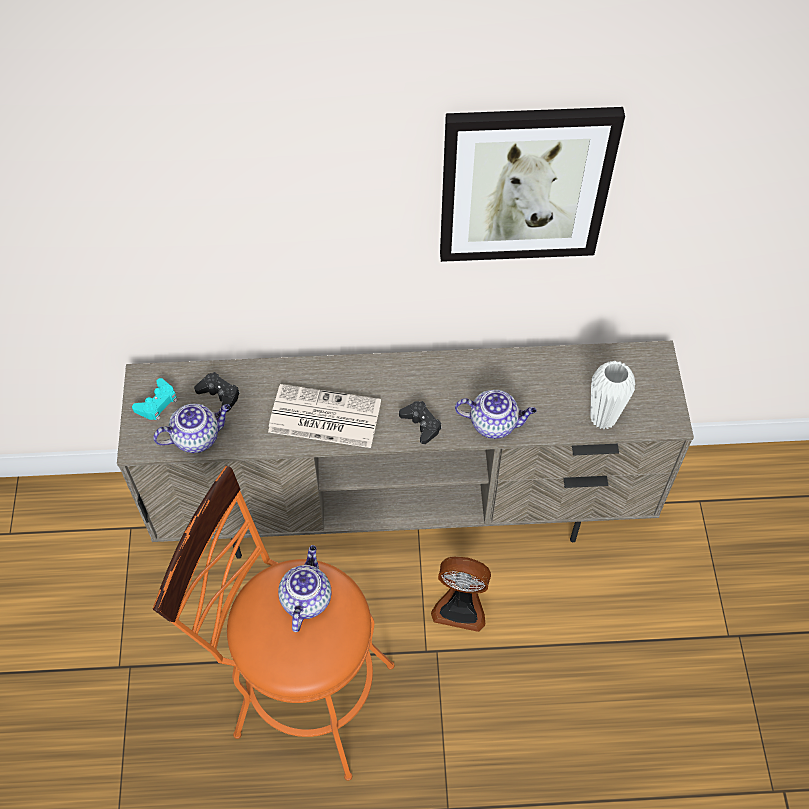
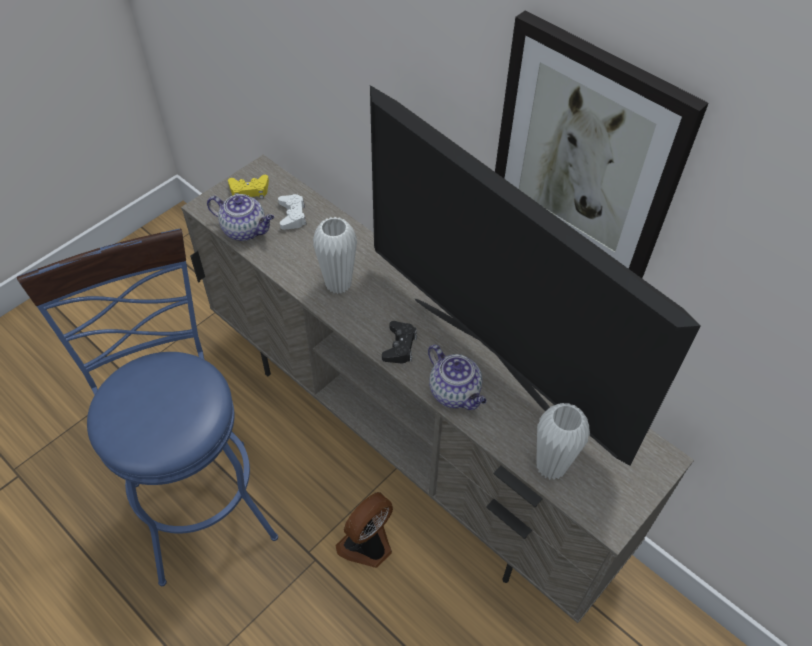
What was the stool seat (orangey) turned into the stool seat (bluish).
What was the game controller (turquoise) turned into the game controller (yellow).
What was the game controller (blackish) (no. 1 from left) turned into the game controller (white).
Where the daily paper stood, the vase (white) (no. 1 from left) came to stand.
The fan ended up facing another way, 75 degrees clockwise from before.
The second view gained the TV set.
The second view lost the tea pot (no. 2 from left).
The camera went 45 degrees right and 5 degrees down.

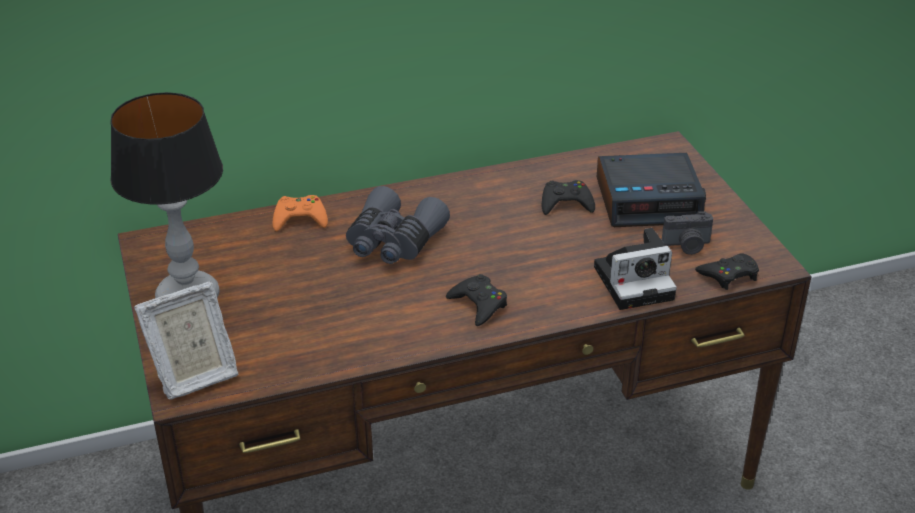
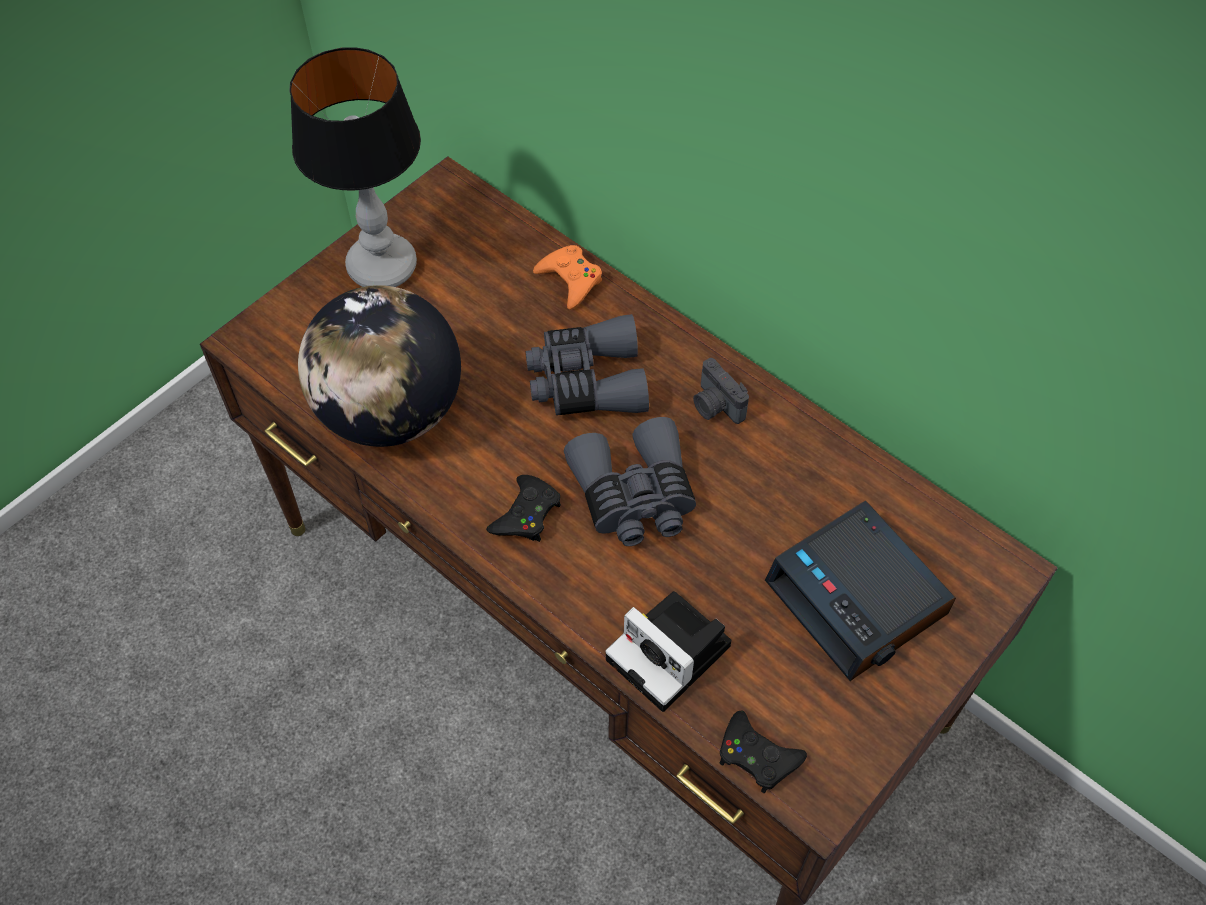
The second view gained the world globe.
The second view gained the pair of binoculars (gray) (no. 2 from left).
The photo camera (no. 2 from left) ended up elsewhere.
The second view lost the standing frame.
The second view lost the game controller (blackish) (no. 2 from left).
The camera went 60 degrees right and 20 degrees up.

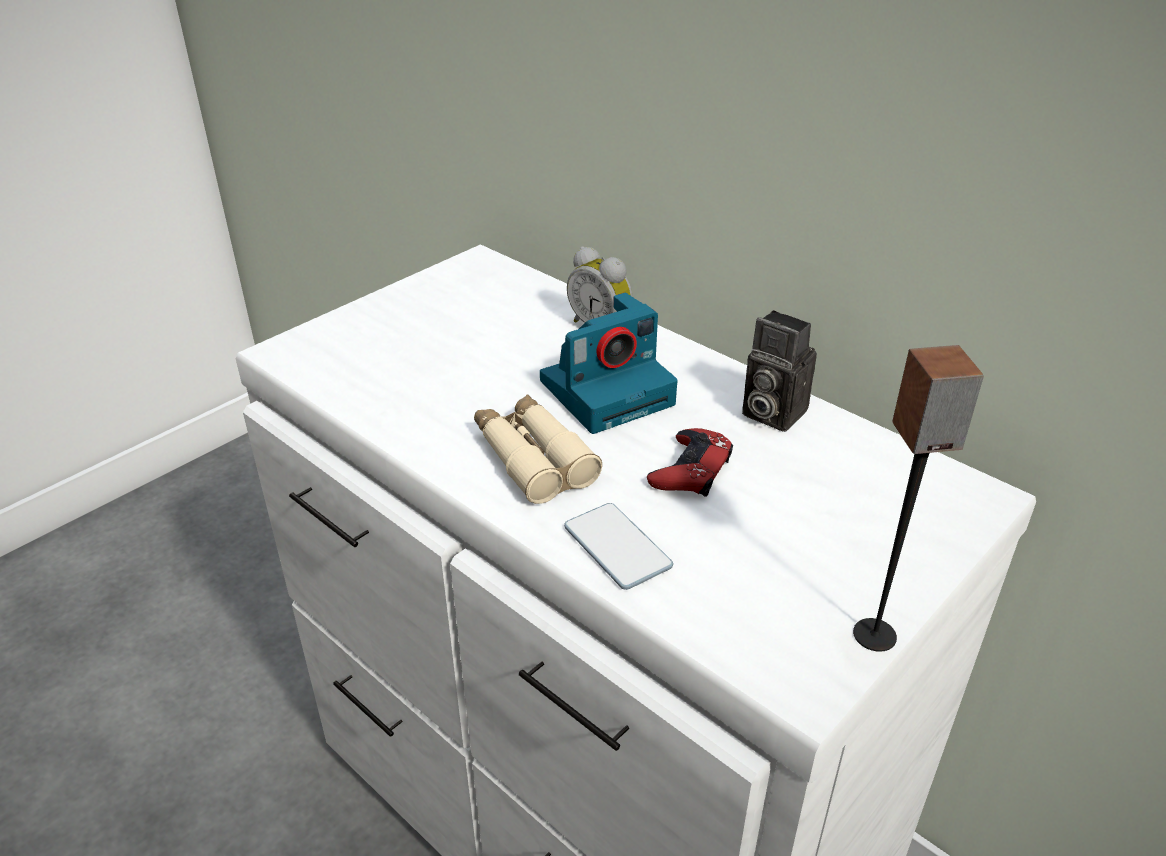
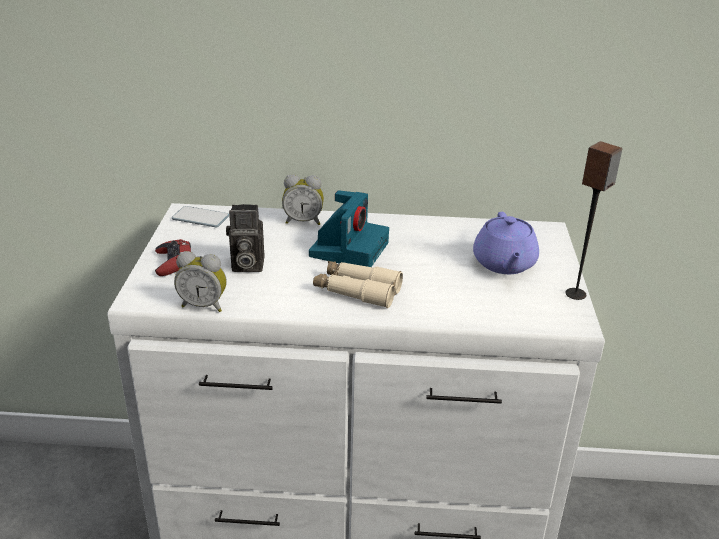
The game controller (red) ended up elsewhere.
The telephone ended up elsewhere.
The second view gained the bedside clock (no. 1 from left).
The photo camera (no. 2 from left in the first image) ended up elsewhere.
The second view gained the tea pot (purplish).
The camera went 40 degrees left and 5 degrees down.

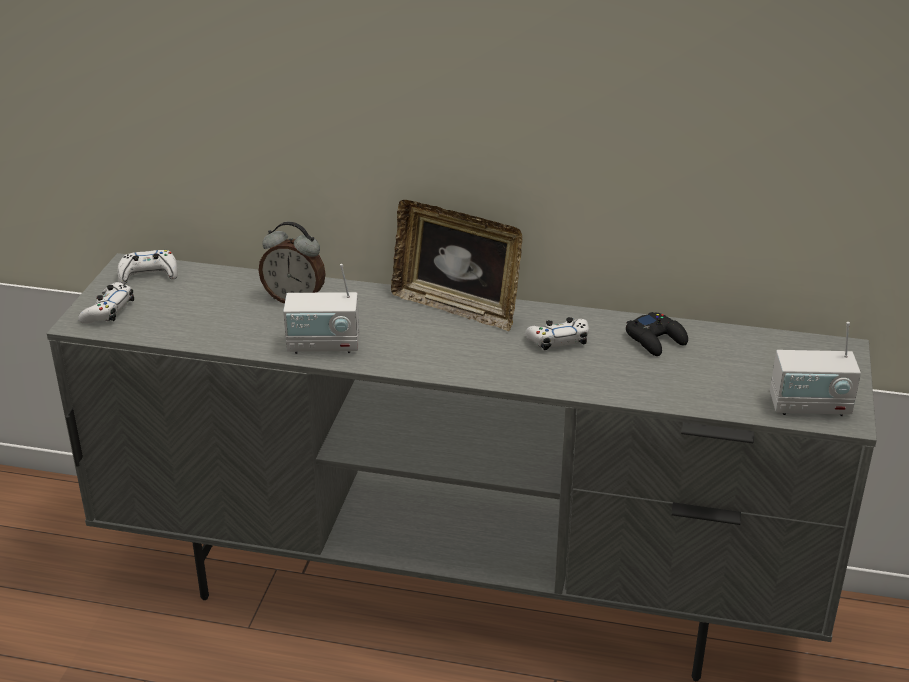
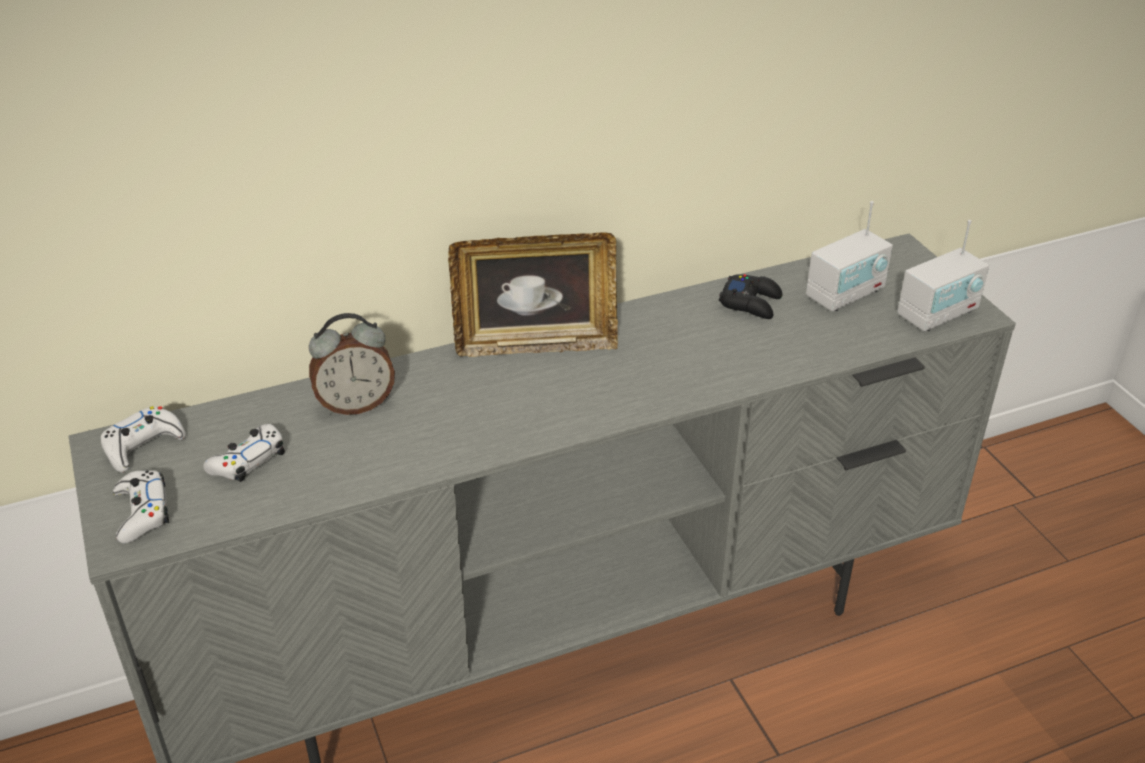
The game controller (white) (no. 3 from left) ended up elsewhere.
The radio set (no. 1 from left) ended up elsewhere.
The camera went 35 degrees left and 5 degrees up.

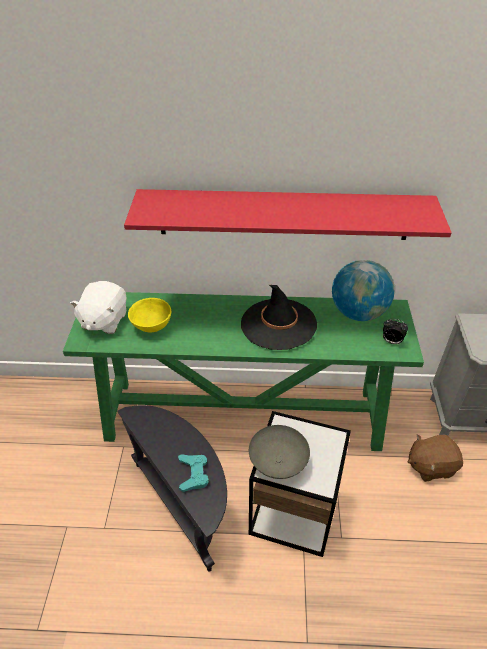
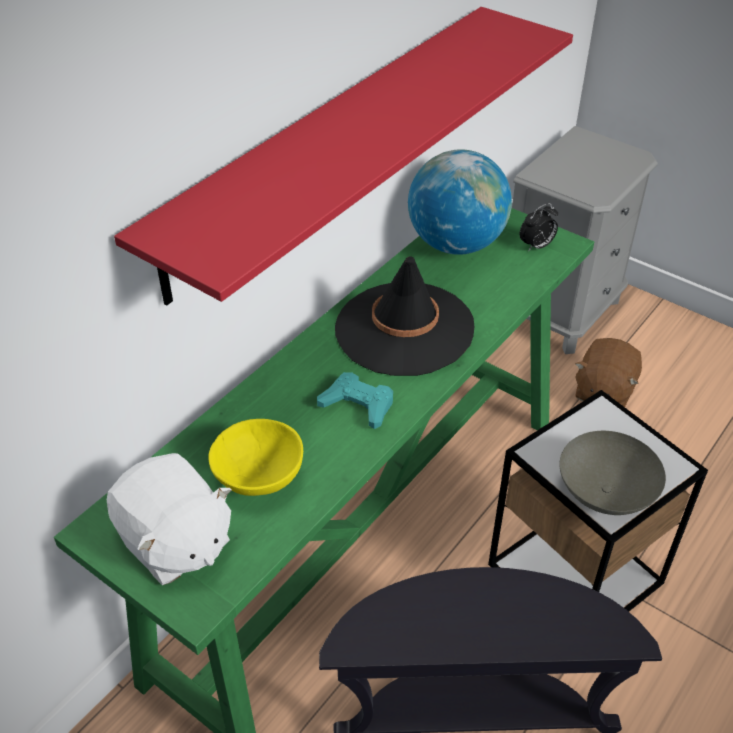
The game controller (turquoise) ended up elsewhere.
The camera went 55 degrees left and 0 degrees up.

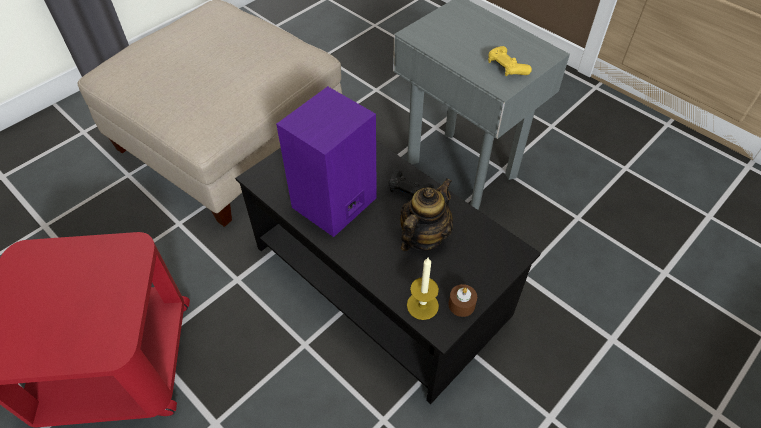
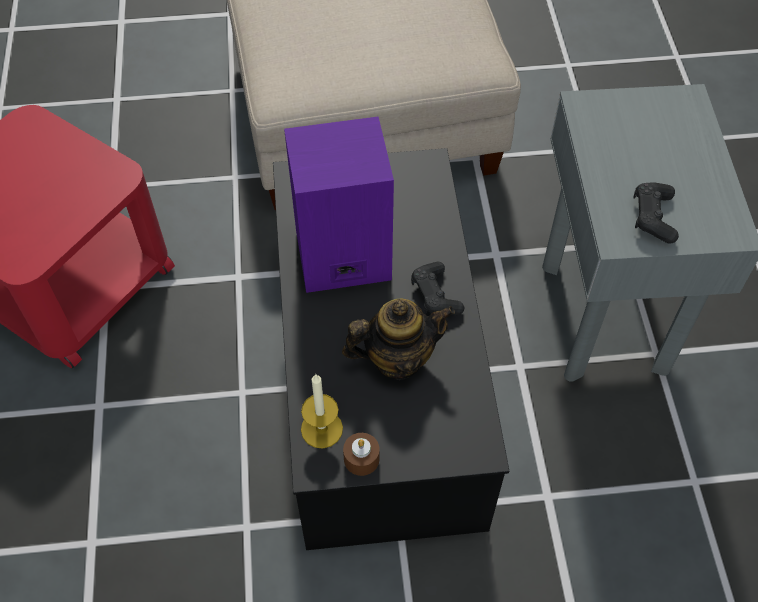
What was the game controller (yellow) turned into the game controller (blackish) (no. 2 from left).
The camera went 40 degrees right and 5 degrees up.

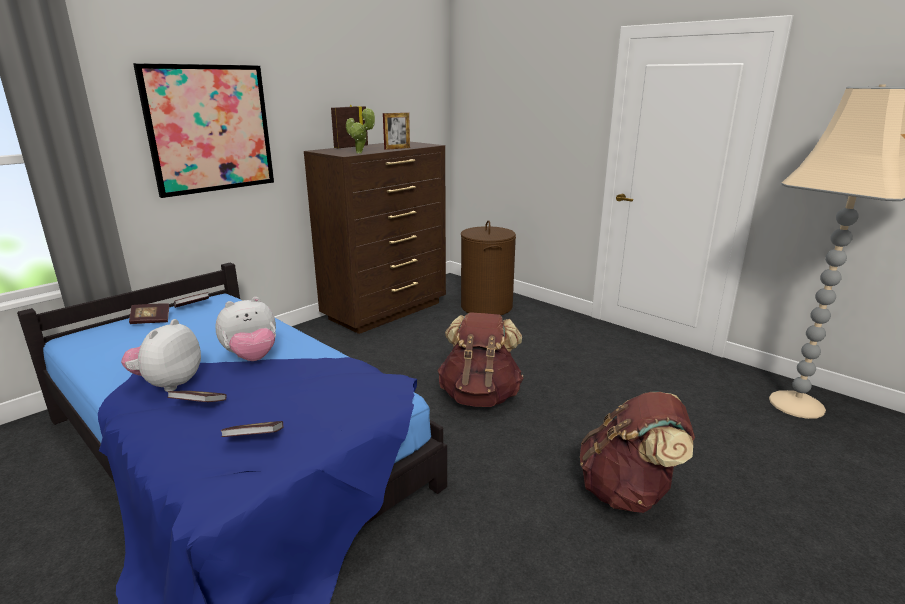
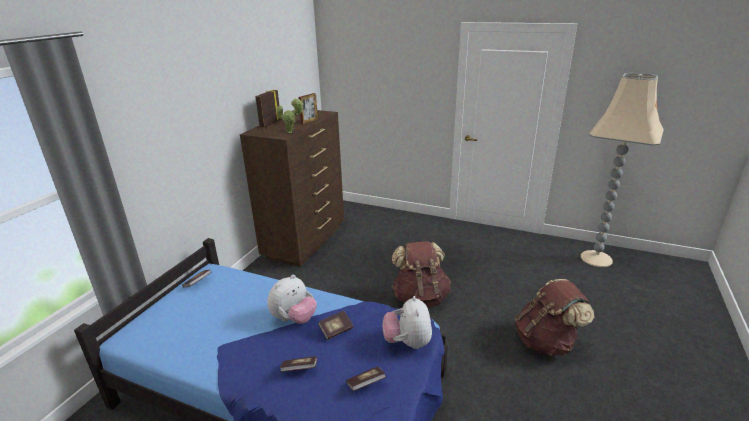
The bound book (no. 1 from left in the first image) ended up elsewhere.
The plush toy (no. 1 from left in the first image) ended up elsewhere.
The second view lost the wall picture.
The second view lost the washing basket (brownish).
The camera went 20 degrees left and 5 degrees up.

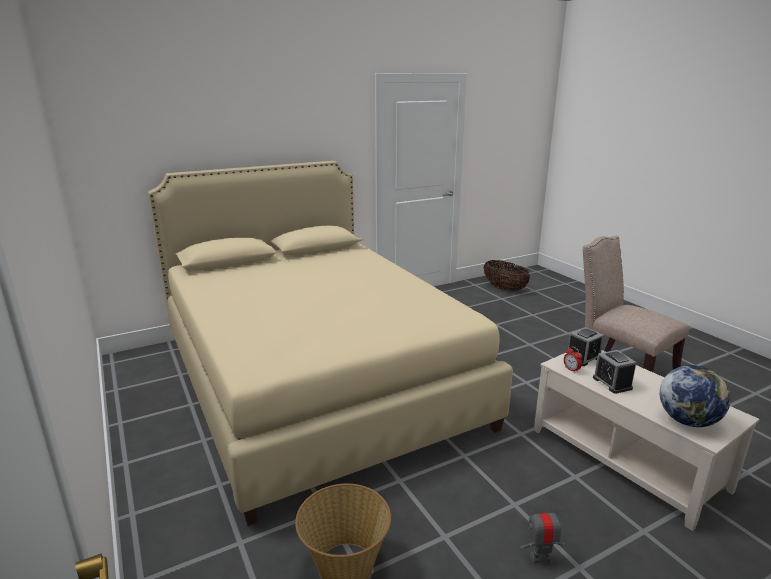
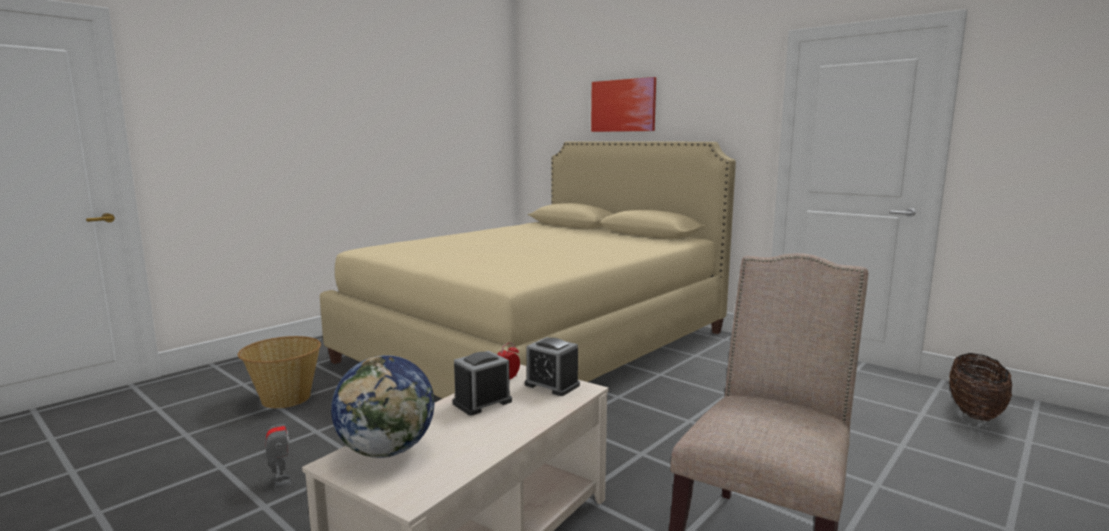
The second view gained the wall picture.
The camera went 70 degrees right and 10 degrees down.

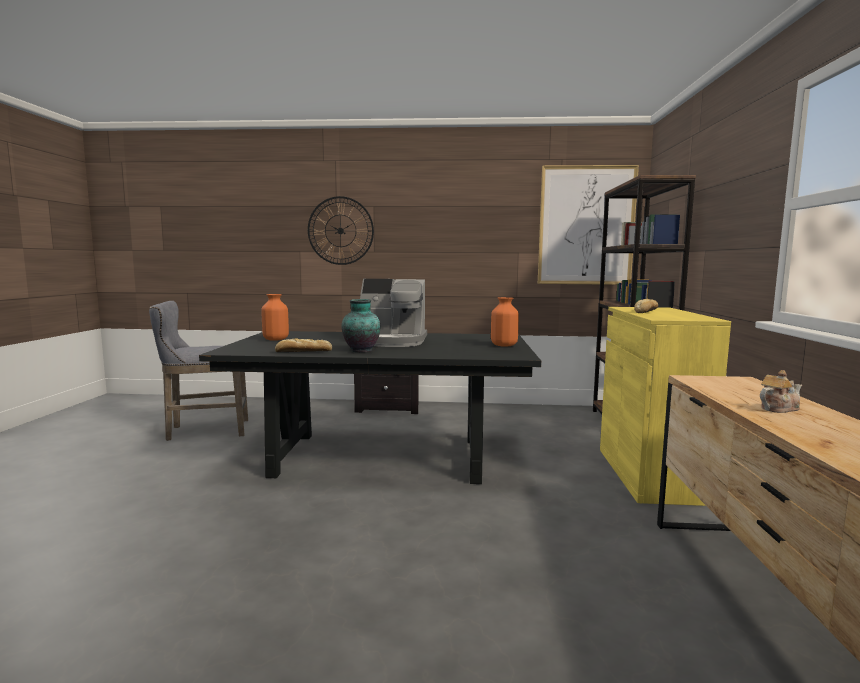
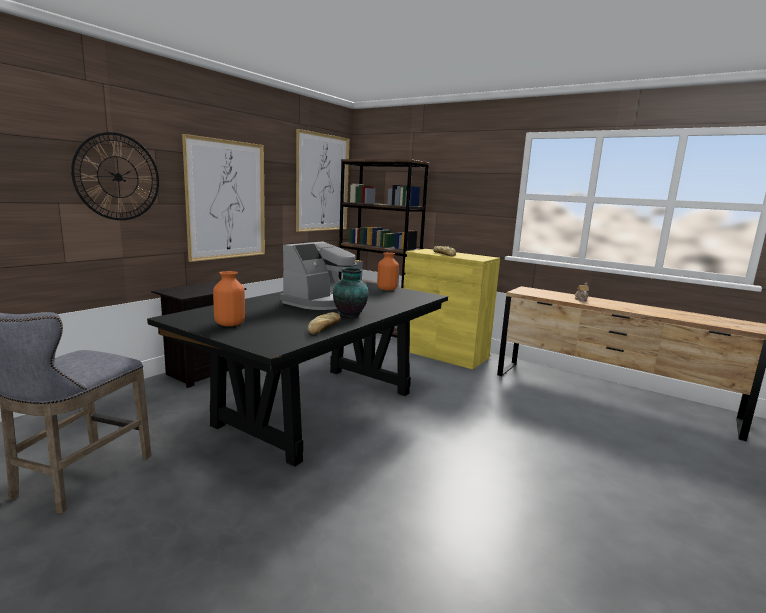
The second view gained the wall picture (no. 1 from left).
The camera went 60 degrees left and 5 degrees up.

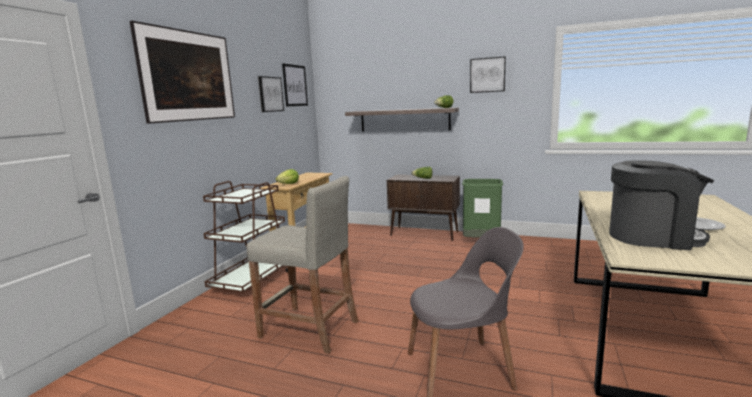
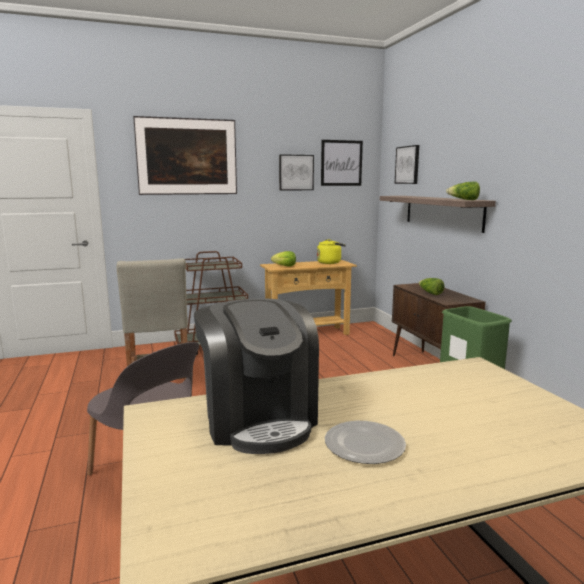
The second view gained the kettle (yellow).
The wall picture (no. 4 from left) ended up elsewhere.
The camera went 50 degrees right and 0 degrees up.

